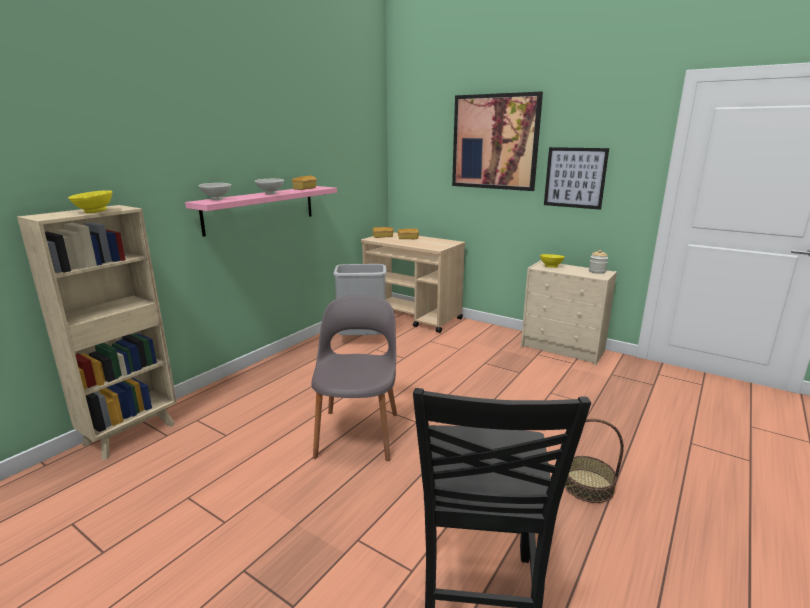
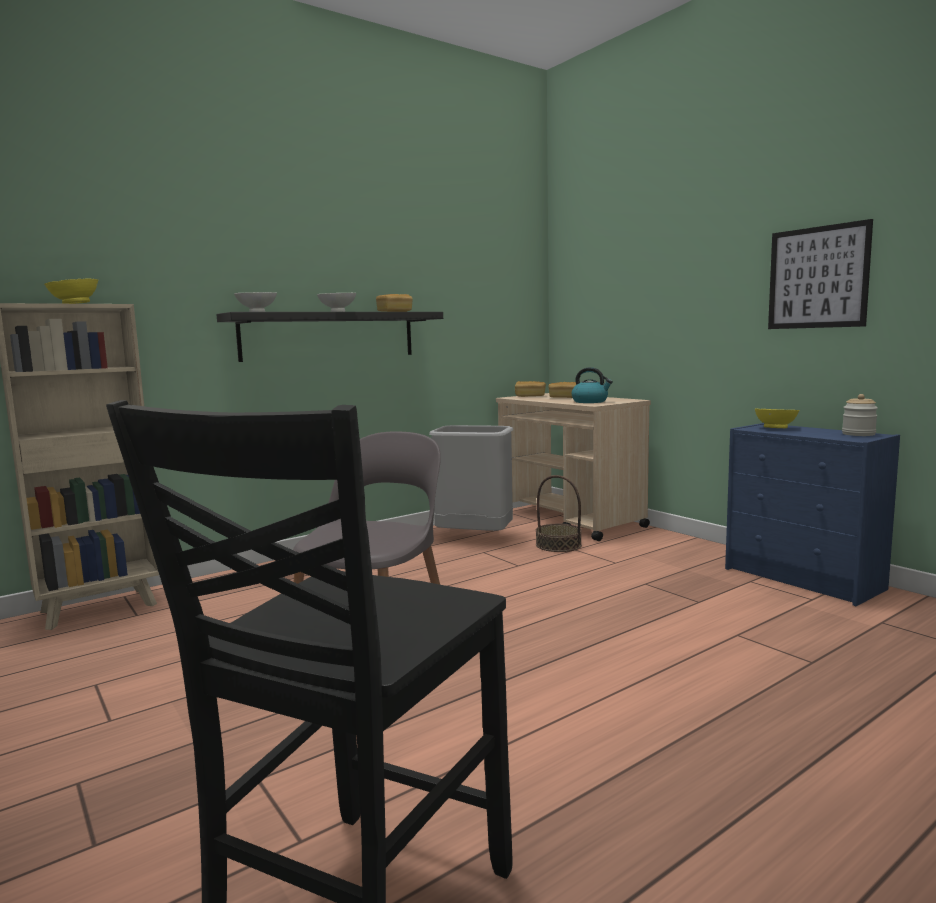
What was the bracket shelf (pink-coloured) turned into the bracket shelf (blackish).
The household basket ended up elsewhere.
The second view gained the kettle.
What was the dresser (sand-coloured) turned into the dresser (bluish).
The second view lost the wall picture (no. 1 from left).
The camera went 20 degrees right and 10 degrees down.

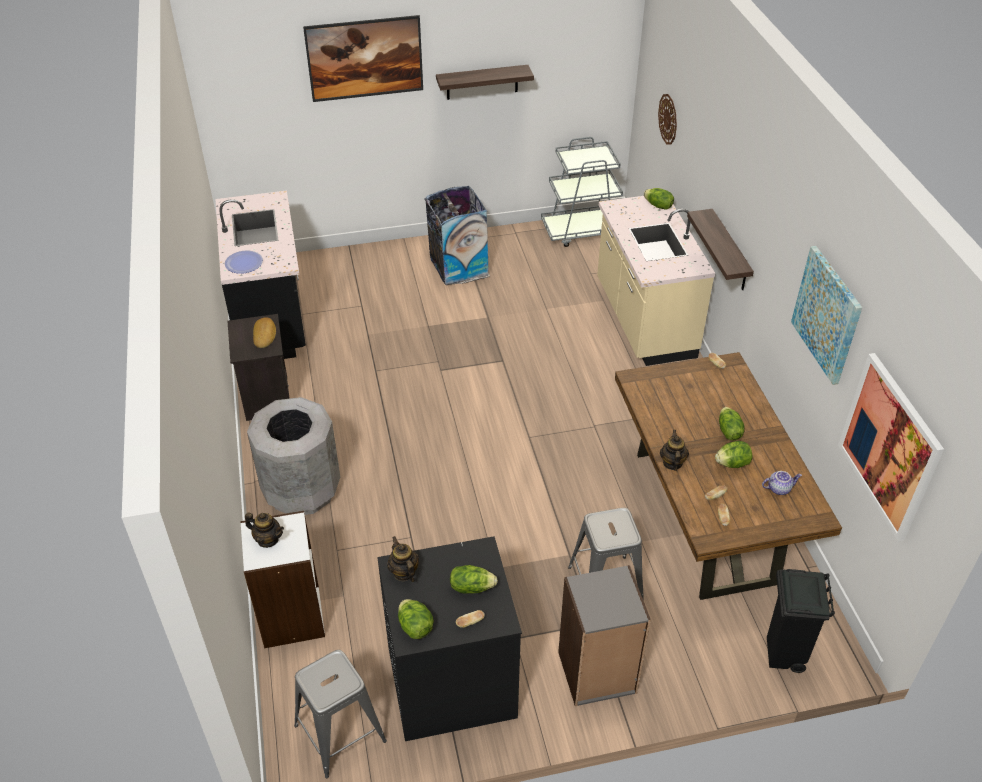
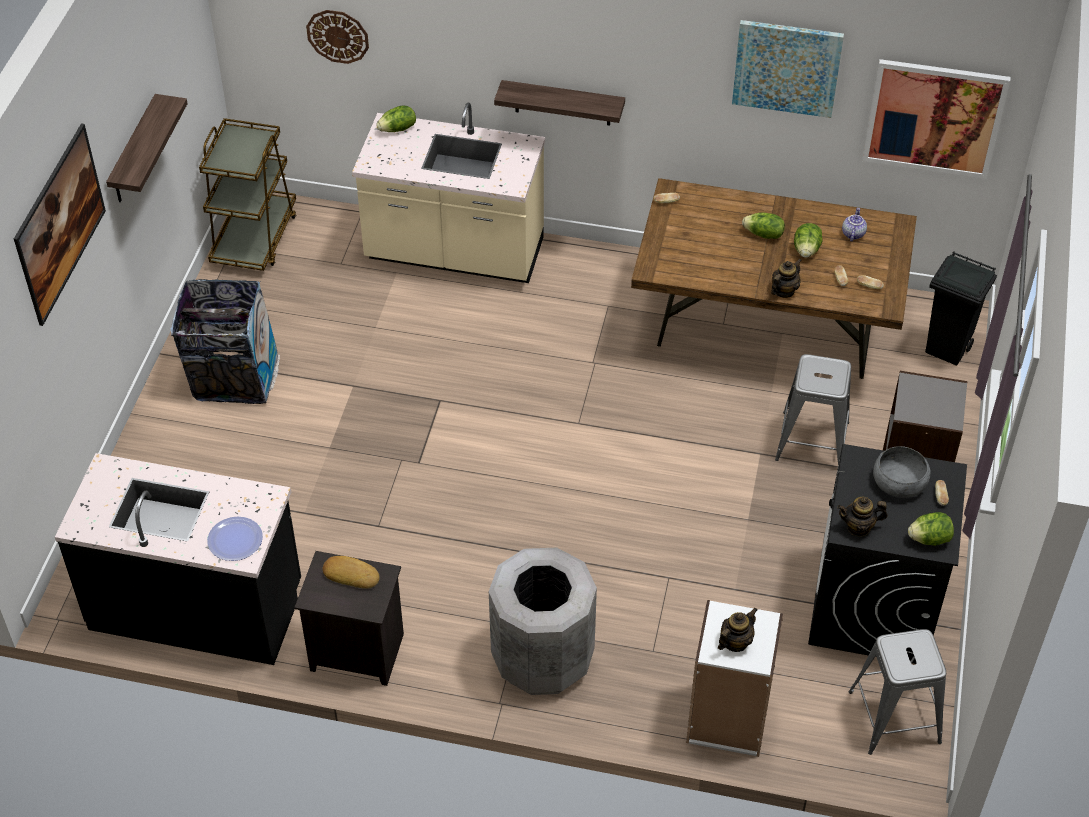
What was the trolley (gray) turned into the trolley (brownish).
The tea pot (no. 3 from left in the first image) ended up facing another way, 105 degrees clockwise from before.
Where the lettuce head (no. 2 from left) stood, the deep dish (gray) came to stand.
The camera went 65 degrees left and 5 degrees up.

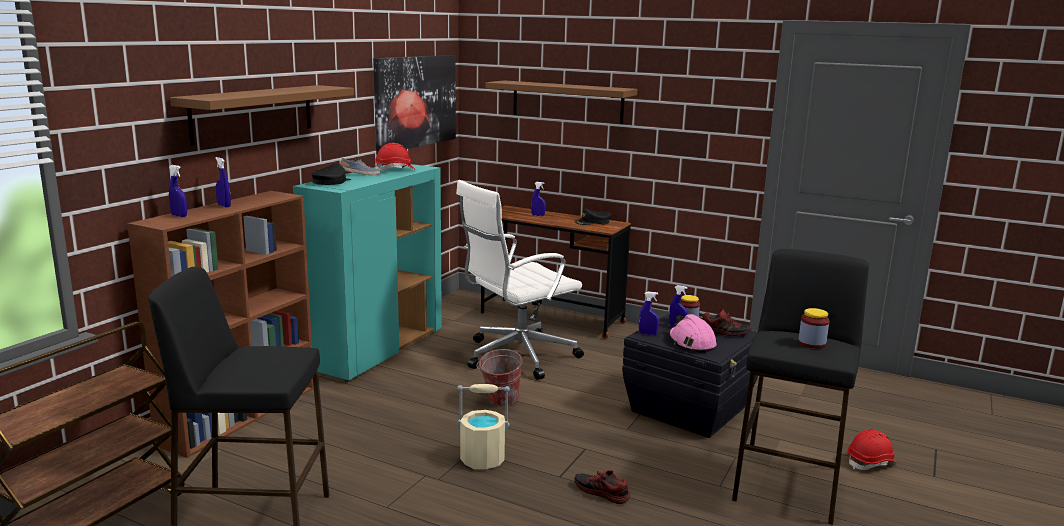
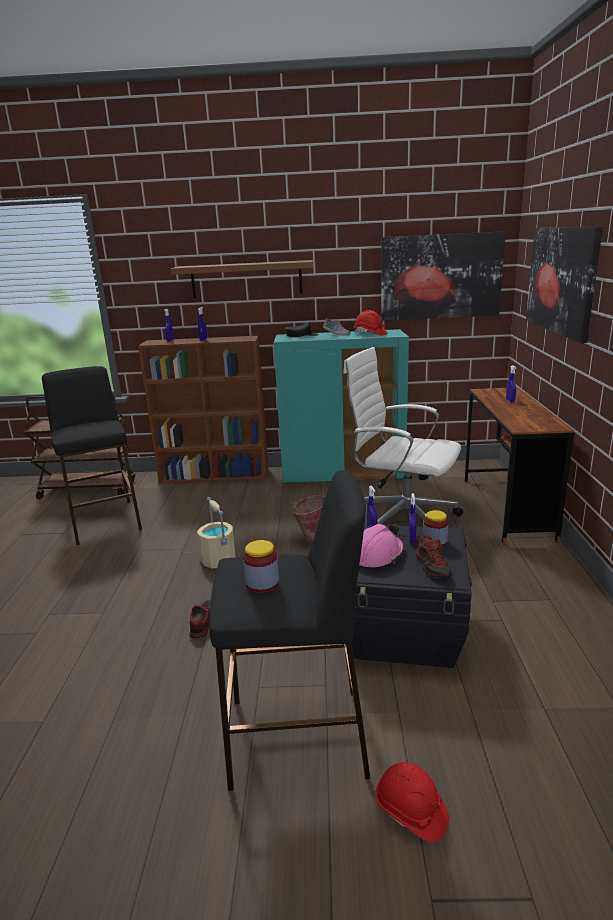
Where the bracket shelf (brownish) (no. 2 from left) hung, the wall picture (no. 2 from left) came to hang.
The second view lost the baseball cap (blackish) (no. 2 from left).
The camera went 65 degrees right and 5 degrees up.

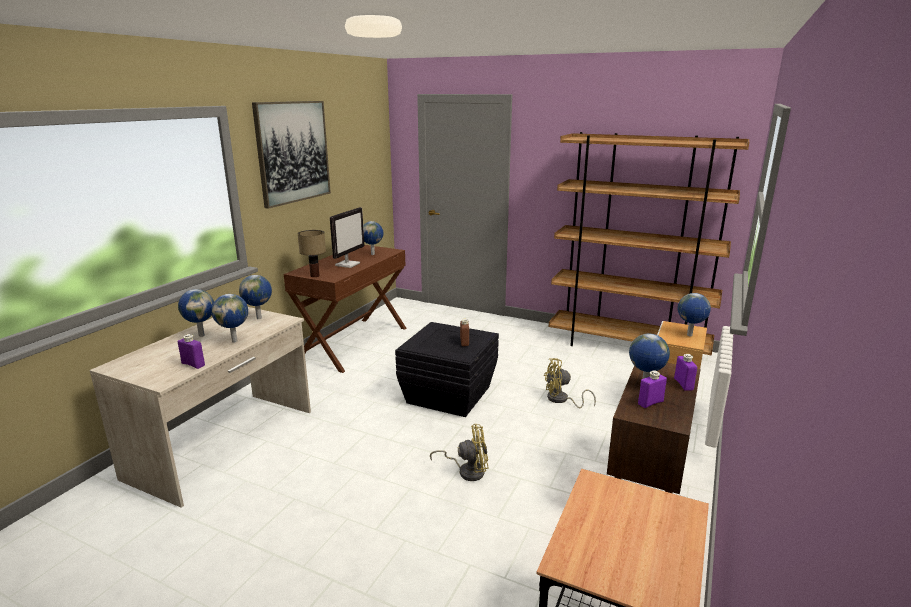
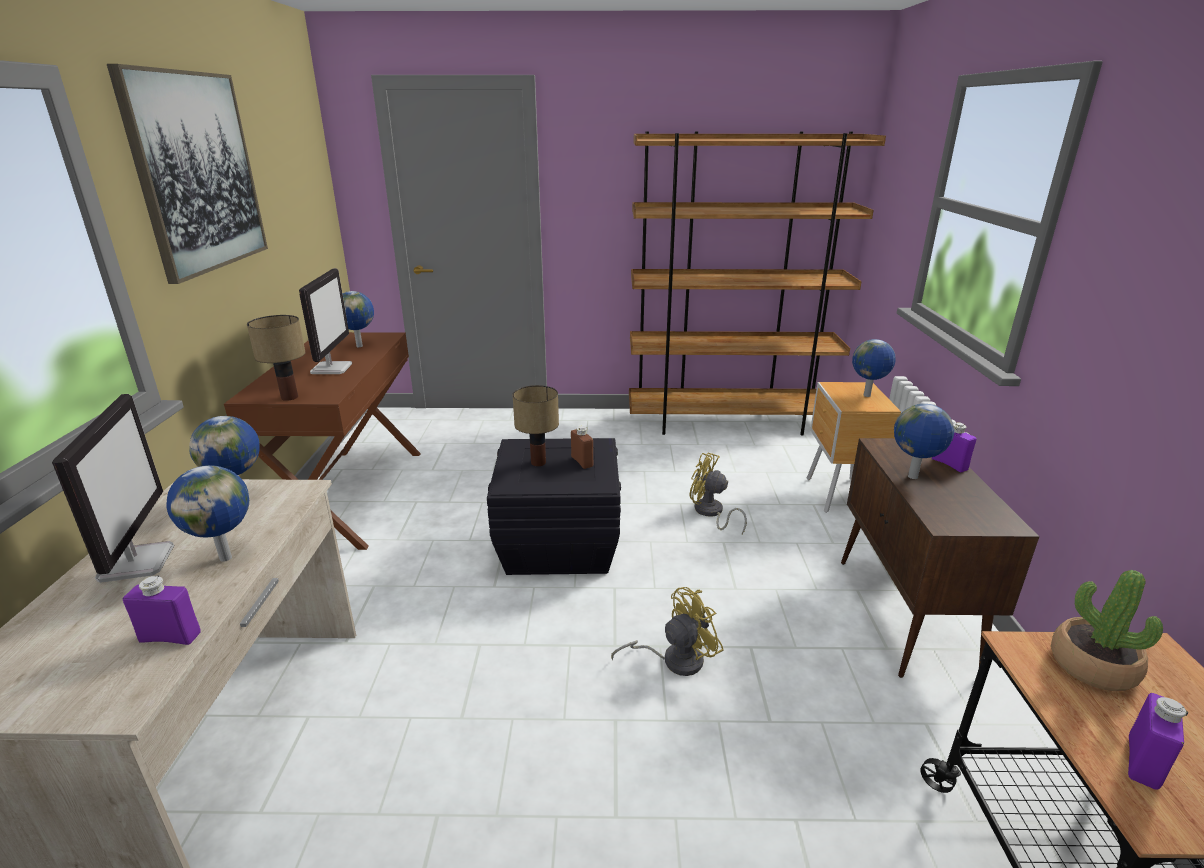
Where the world globe (no. 1 from left) stood, the computer display (no. 1 from left) came to stand.
The second view gained the table lamp (no. 2 from left).
The fan (yellow) (no. 2 from left) ended up facing another way, 60 degrees clockwise from before.
The second view gained the houseplant.
The drink bottle (purplish) (no. 2 from left in the first image) ended up elsewhere.
The camera went 25 degrees left and 5 degrees up.

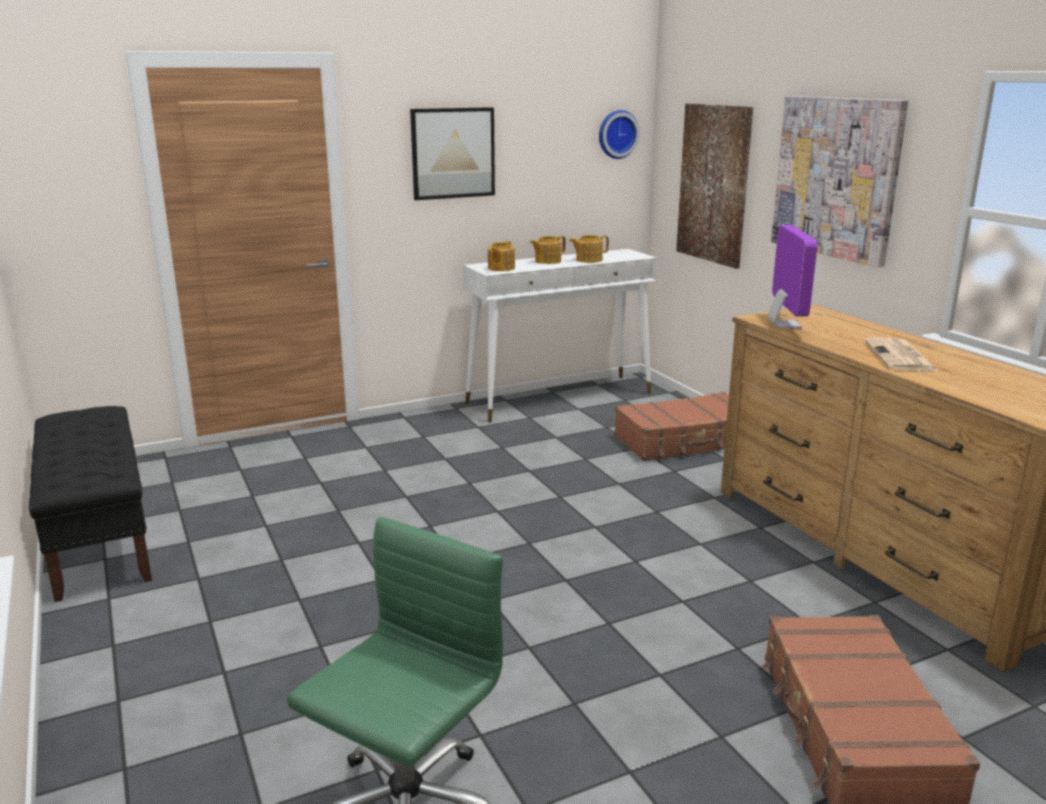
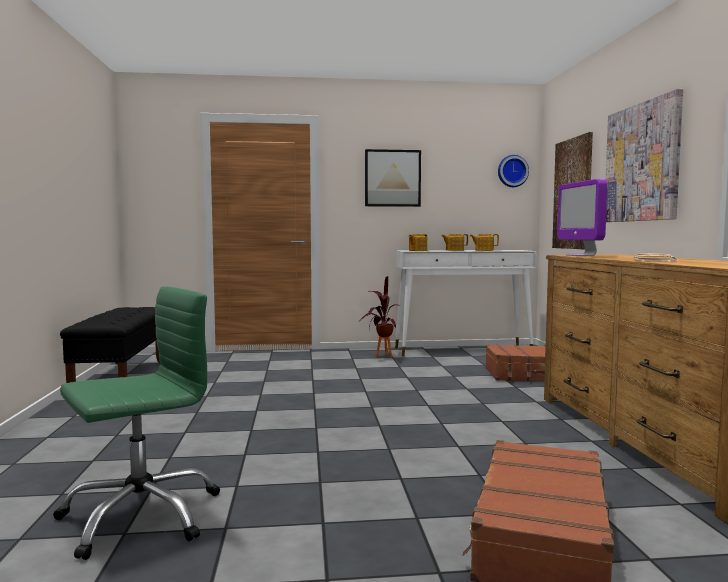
The second view gained the houseplant.
The computer display ended up facing another way, 150 degrees clockwise from before.
The camera went 20 degrees right and 15 degrees down.

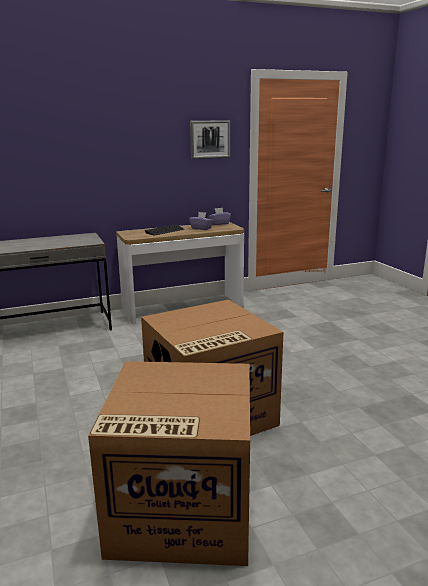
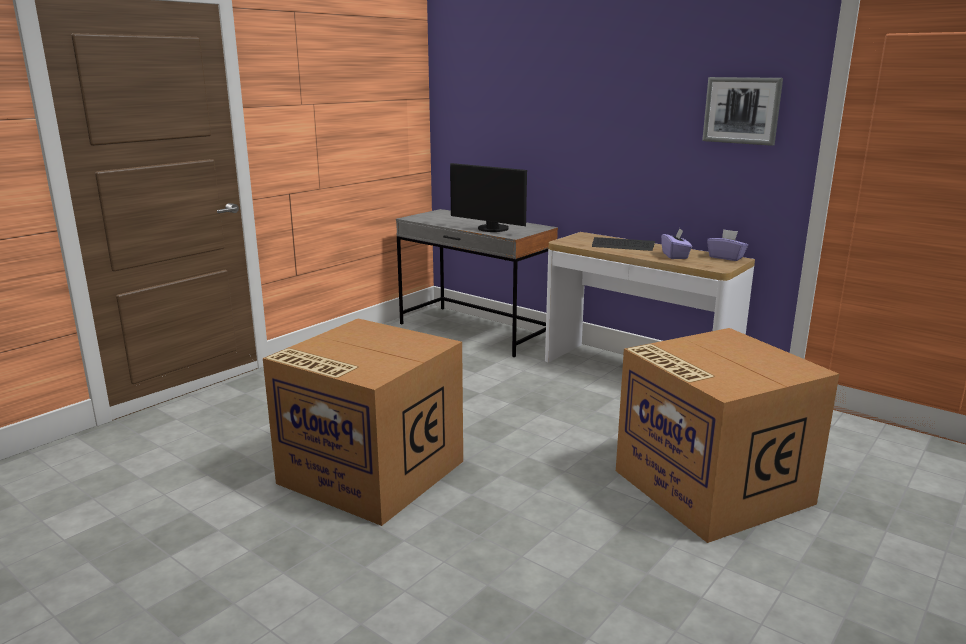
The second view gained the computer display.
The carton (no. 1 from left in the first image) ended up elsewhere.
The camera went 60 degrees right and 0 degrees up.

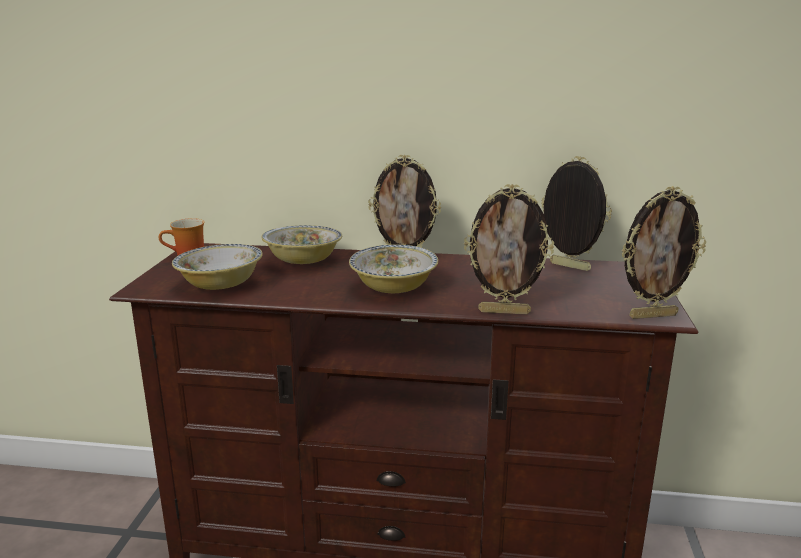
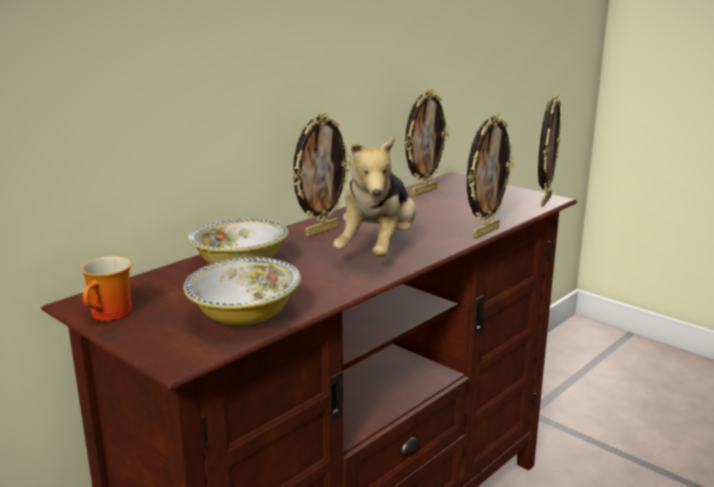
Where the deep dish (no. 3 from left) stood, the plush toy came to stand.
The standing frame (no. 3 from left in the first image) ended up facing another way, 150 degrees clockwise from before.
The camera went 55 degrees left and 0 degrees up.

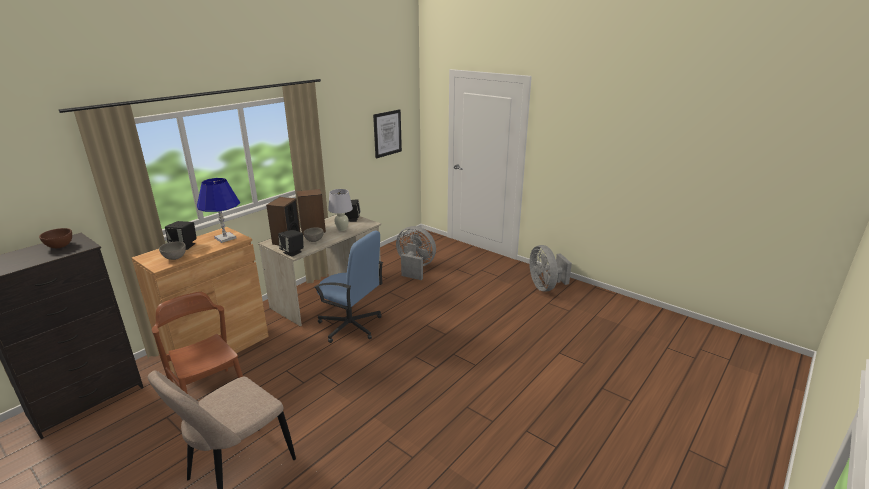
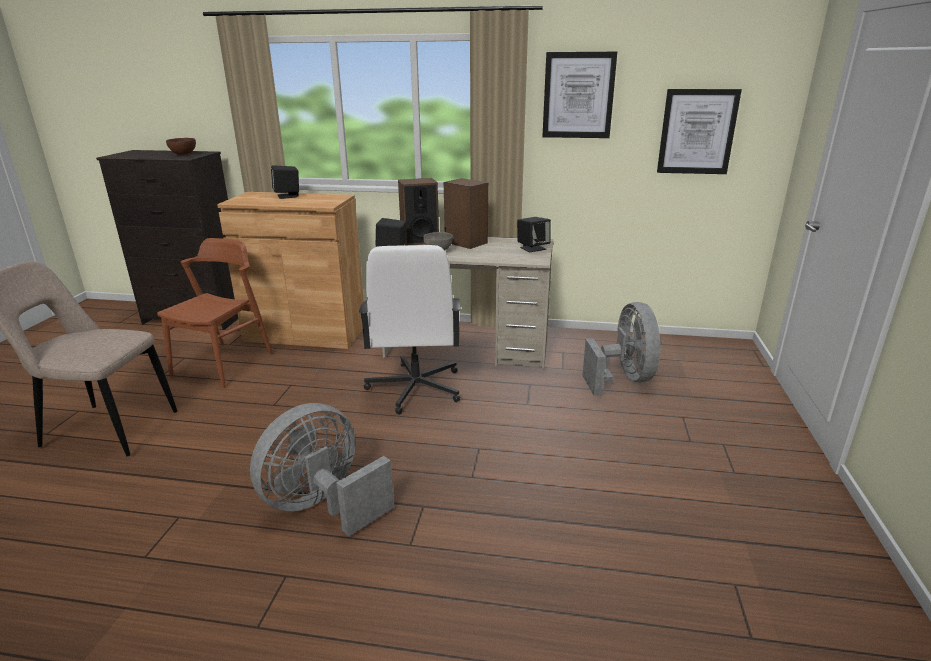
The fan (gray) (no. 2 from left in the first image) ended up elsewhere.
What was the office chair (bluish) turned into the office chair (white).
The second view gained the wall picture (no. 1 from left).
The second view lost the deep dish (gray) (no. 1 from left).
The second view lost the table lamp (bluish).
The second view lost the table lamp (white).
The camera went 60 degrees right and 0 degrees up.

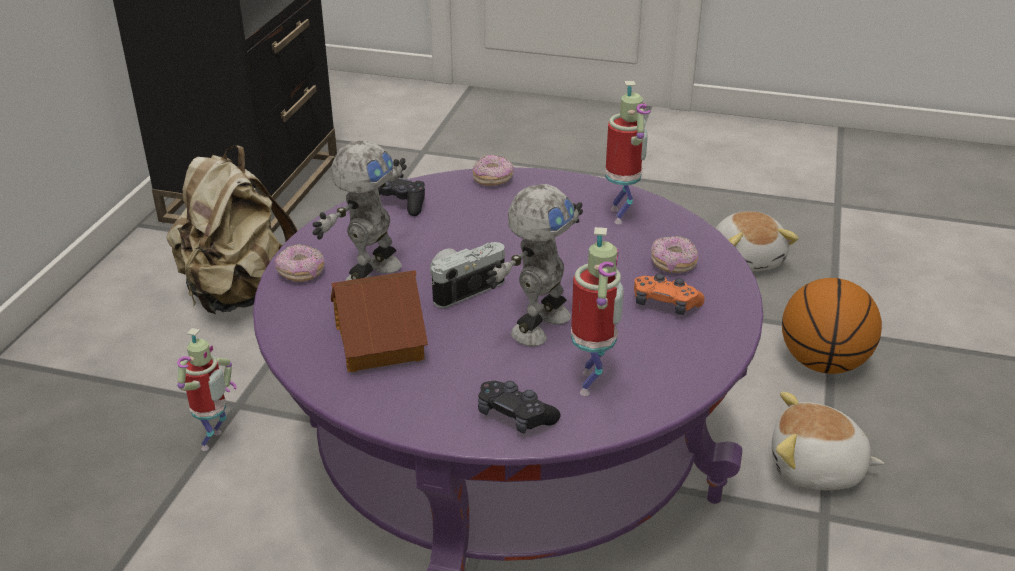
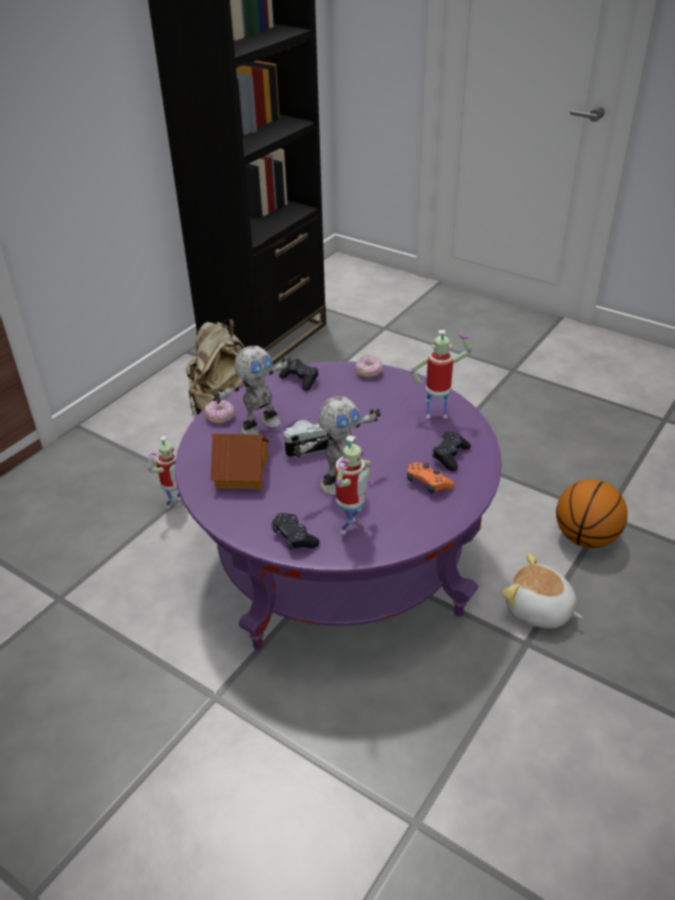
The robot figure (no. 5 from left) ended up facing another way, 105 degrees counterclockwise from before.
Where the doughnut (no. 3 from left) stood, the game controller (blackish) (no. 3 from left) came to stand.
The second view lost the plush toy (no. 1 from left).
The camera went 20 degrees right and 5 degrees up.

